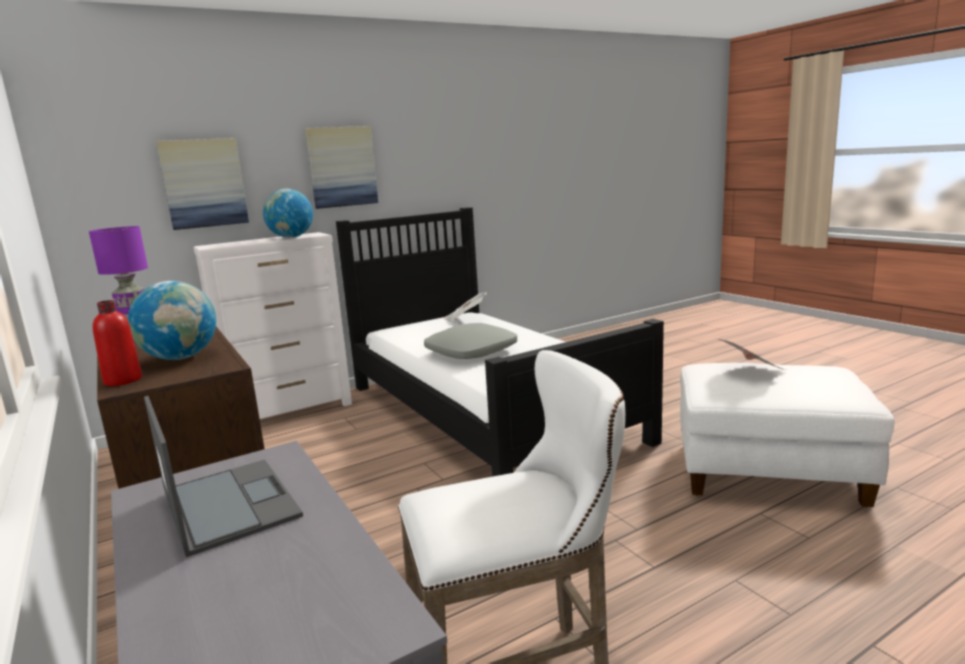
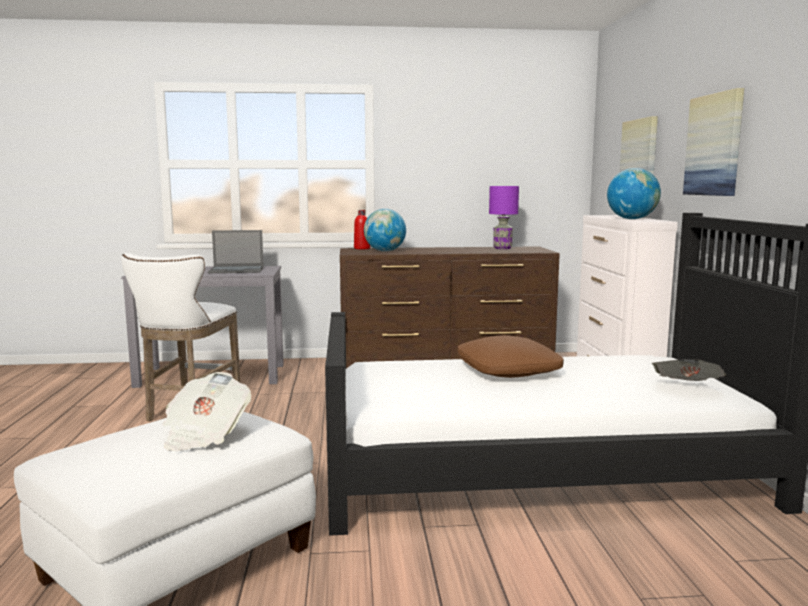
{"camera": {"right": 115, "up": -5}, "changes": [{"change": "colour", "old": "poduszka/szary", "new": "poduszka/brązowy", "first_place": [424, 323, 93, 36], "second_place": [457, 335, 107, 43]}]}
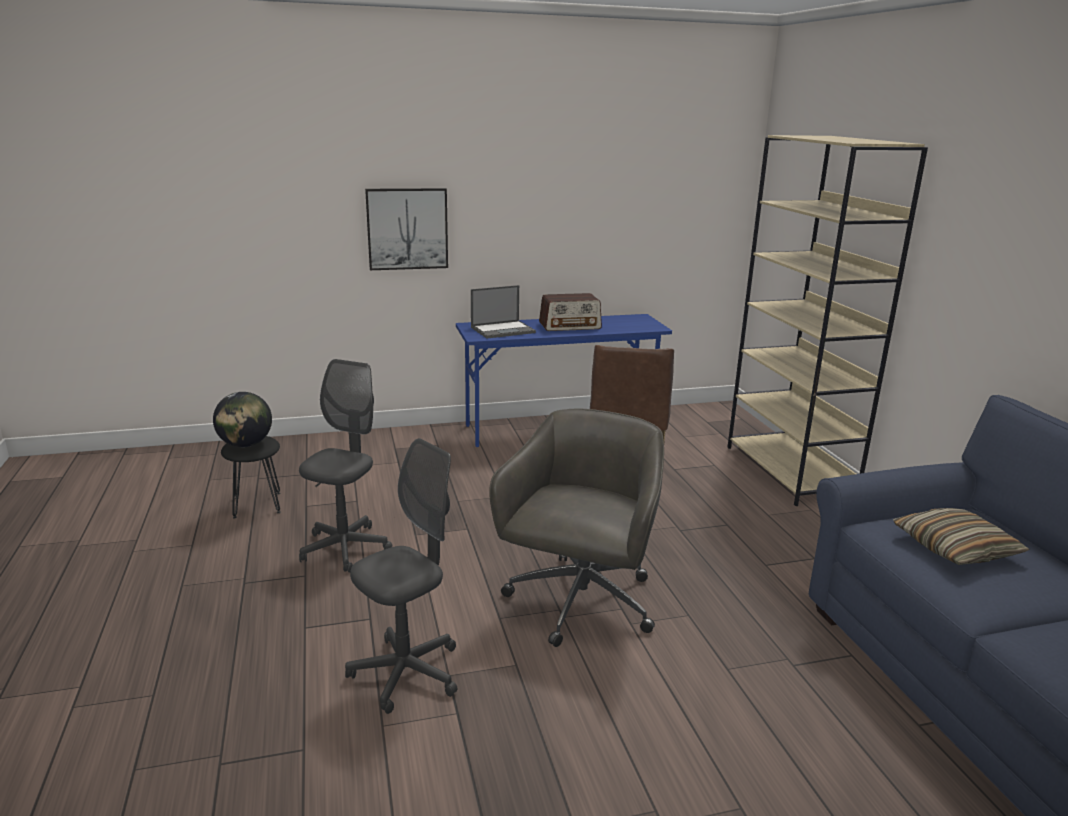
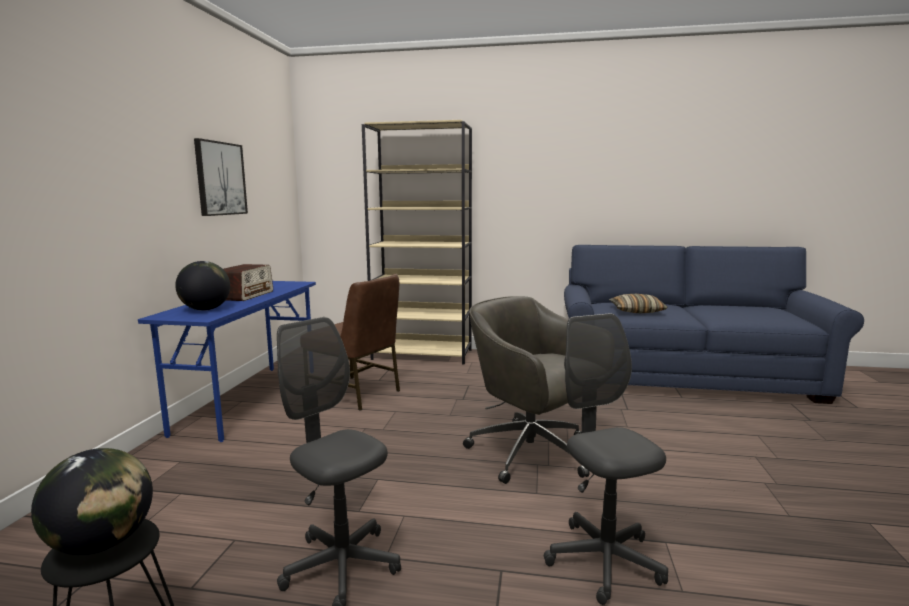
{"camera": {"right": -65, "up": -10}, "changes": [{"change": "relocated", "old": "obraz", "first_place": [365, 188, 83, 82], "second_place": [194, 138, 54, 78]}, {"change": "exchanged", "old": "laptop", "new": "globus", "first_place": [471, 285, 65, 54], "second_place": [175, 261, 55, 50]}]}
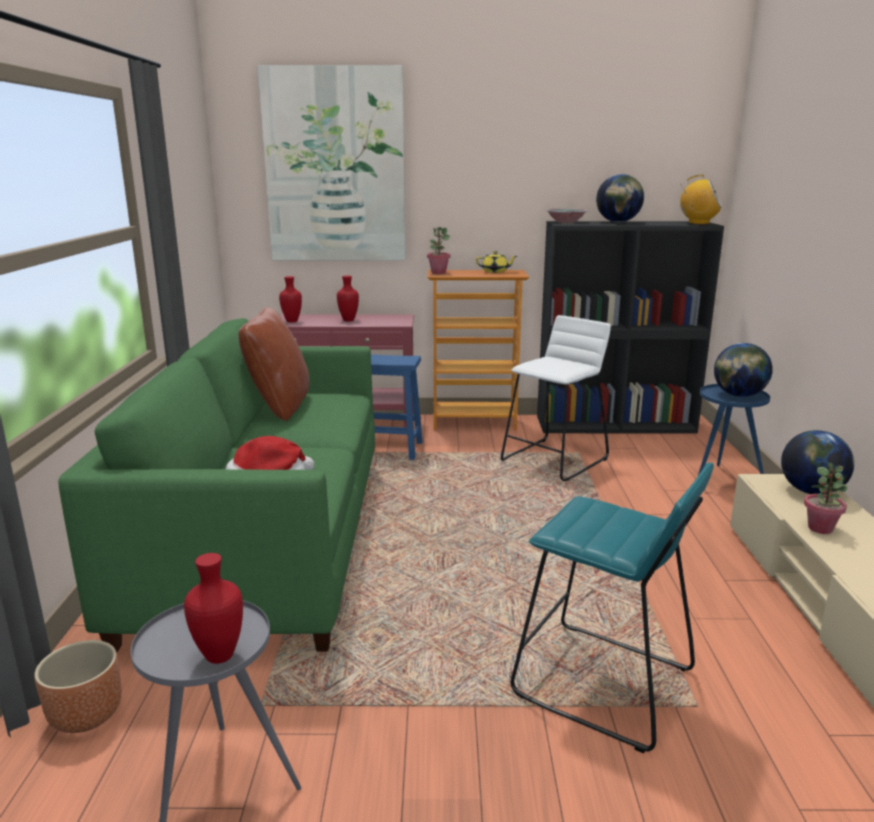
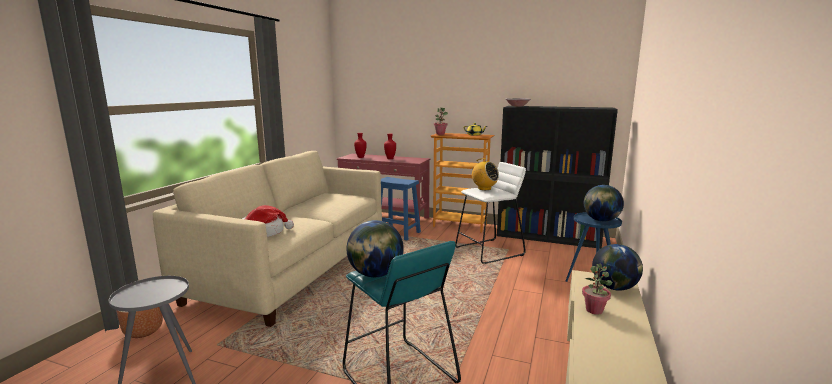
{"camera": {"right": 20, "up": -5}, "changes": [{"change": "missing", "old": "wazon/czerwony", "first_place": [184, 553, 59, 111]}, {"change": "missing", "old": "poduszka/brązowy", "first_place": [238, 307, 71, 114]}, {"change": "missing", "old": "obraz", "first_place": [258, 65, 148, 195]}, {"change": "relocated", "old": "globus", "first_place": [596, 174, 48, 48], "second_place": [347, 220, 57, 57]}, {"change": "relocated", "old": "radio", "first_place": [680, 175, 42, 49], "second_place": [472, 158, 27, 32]}, {"change": "colour", "old": "kanapa/zielony", "new": "kanapa/beżowy", "first_place": [58, 318, 317, 334], "second_place": [153, 151, 229, 176]}]}
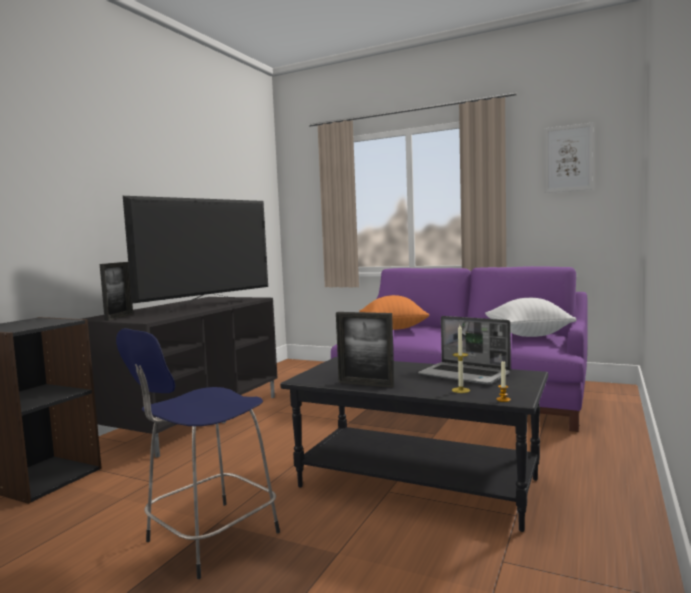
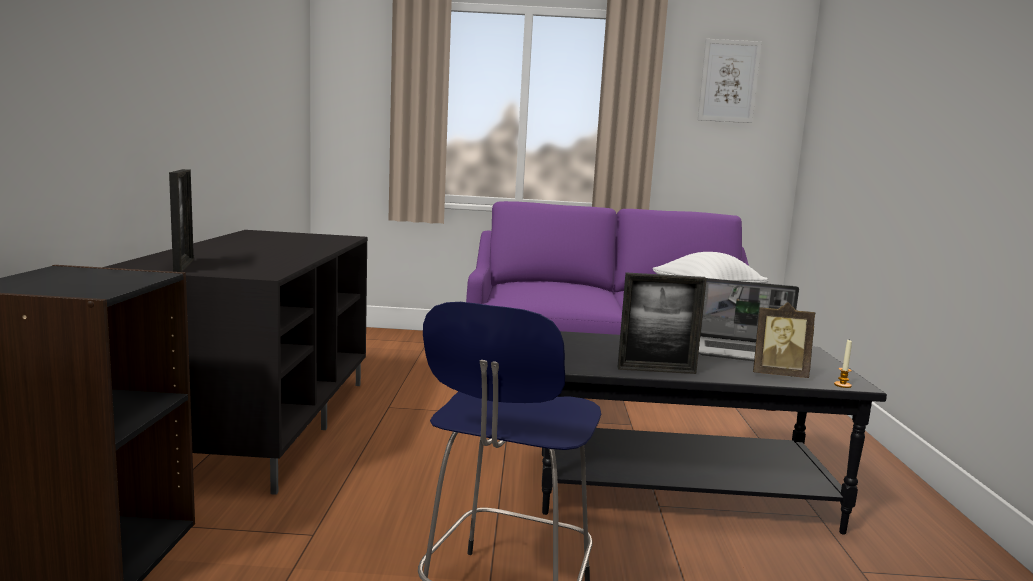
{"camera": {"right": -25, "up": 5}, "changes": [{"change": "missing", "old": "telewizor", "first_place": [123, 196, 145, 117]}, {"change": "missing", "old": "poduszka/pomarańczowy", "first_place": [359, 295, 70, 35]}, {"change": "exchanged", "old": "świeca", "new": "ramka na zdjęcie", "first_place": [452, 325, 18, 68], "second_place": [753, 302, 63, 76]}]}
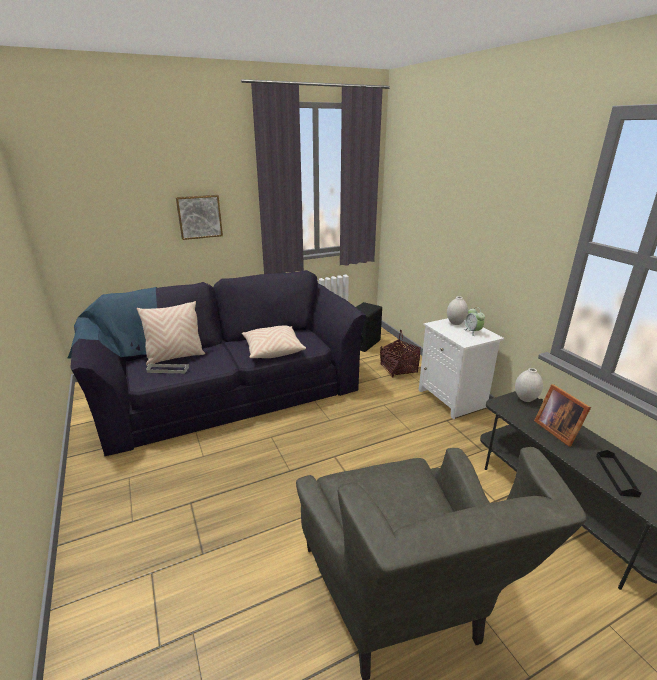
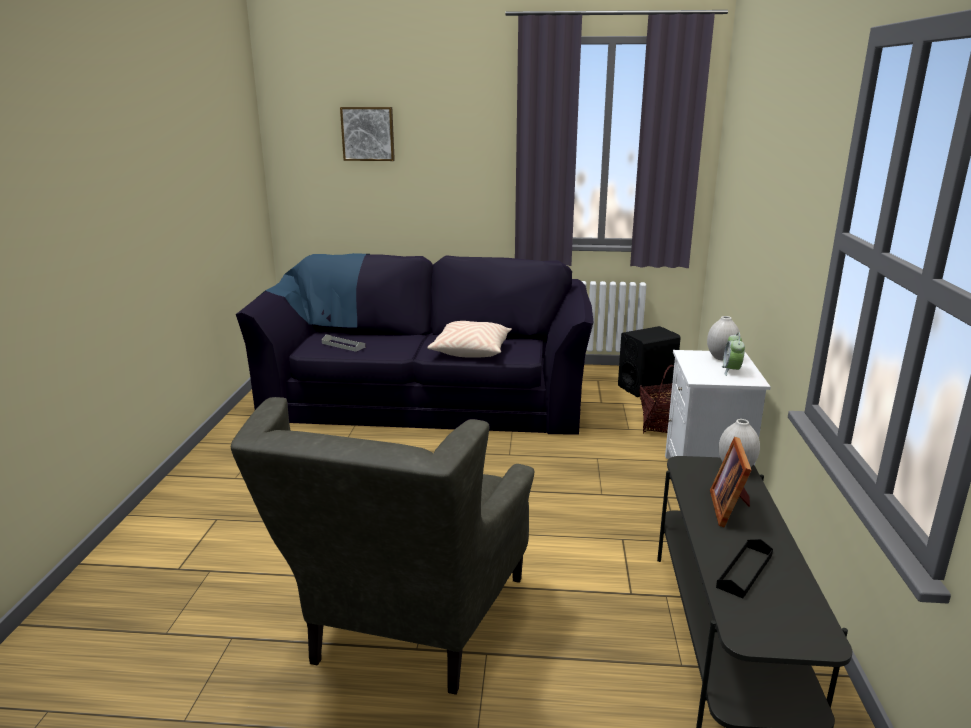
{"camera": {"right": 30, "up": -5}, "changes": [{"change": "missing", "old": "poduszka/beżowy", "first_place": [137, 301, 68, 65]}, {"change": "relocated", "old": "obraz", "first_place": [176, 195, 47, 45], "second_place": [340, 107, 55, 54]}]}
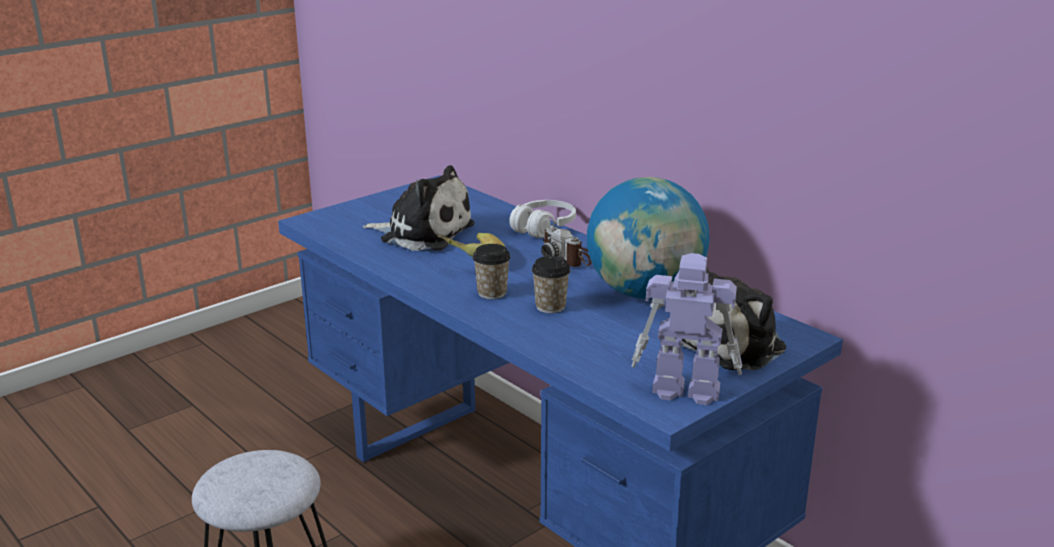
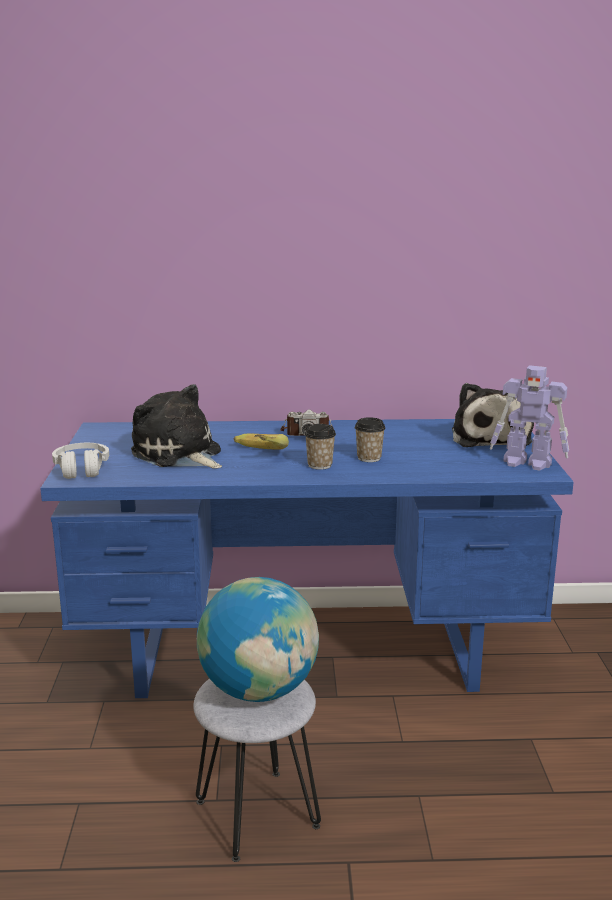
{"camera": {"right": -50, "up": -5}, "changes": [{"change": "relocated", "old": "słuchawki/biały", "first_place": [509, 200, 67, 38], "second_place": [52, 443, 57, 36]}, {"change": "relocated", "old": "globus", "first_place": [587, 177, 123, 122], "second_place": [197, 577, 122, 125]}, {"change": "spun", "old": "pluszak", "first_place": [363, 165, 111, 86], "second_place": [131, 384, 91, 84], "degrees": -105}, {"change": "spun", "old": "robot zabawkowy", "first_place": [632, 253, 110, 152], "second_place": [490, 365, 79, 105], "degrees": -120}]}
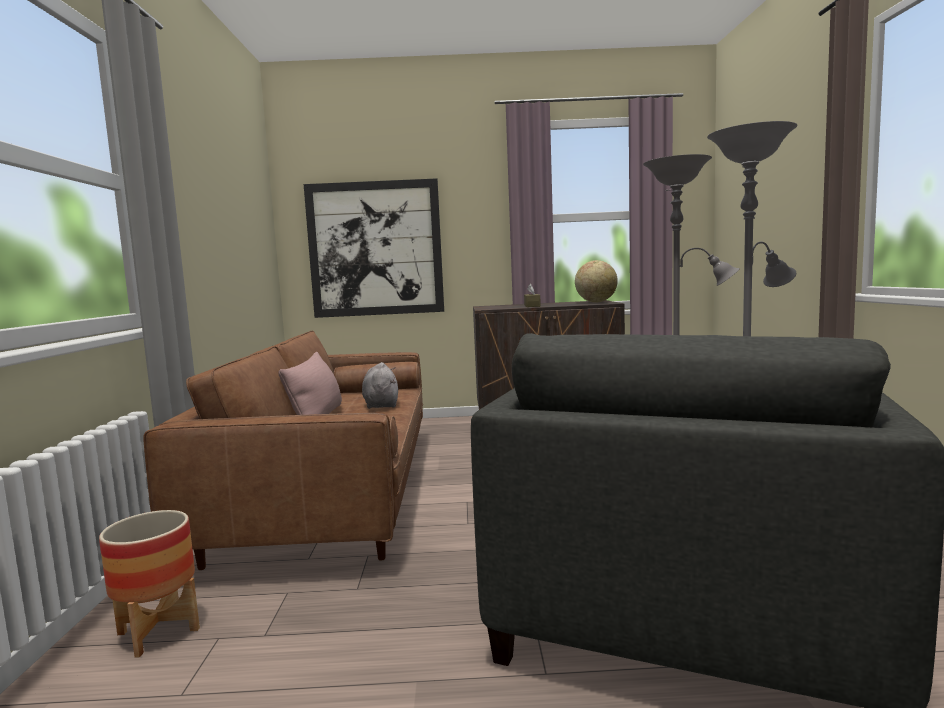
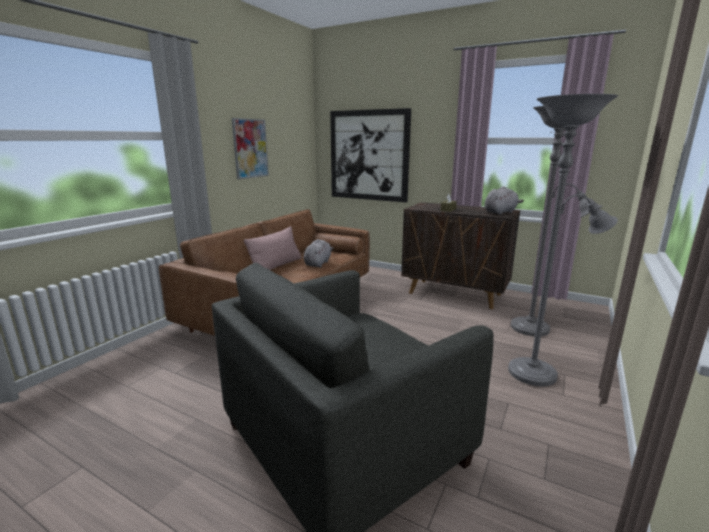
{"camera": {"right": 30, "up": 10}, "changes": [{"change": "missing", "old": "donica", "first_place": [99, 510, 101, 148]}, {"change": "appeared", "new": "obraz", "second_place": [232, 118, 37, 61]}, {"change": "exchanged", "old": "globus", "new": "pluszak/szary", "first_place": [575, 260, 43, 43], "second_place": [485, 186, 39, 29]}]}
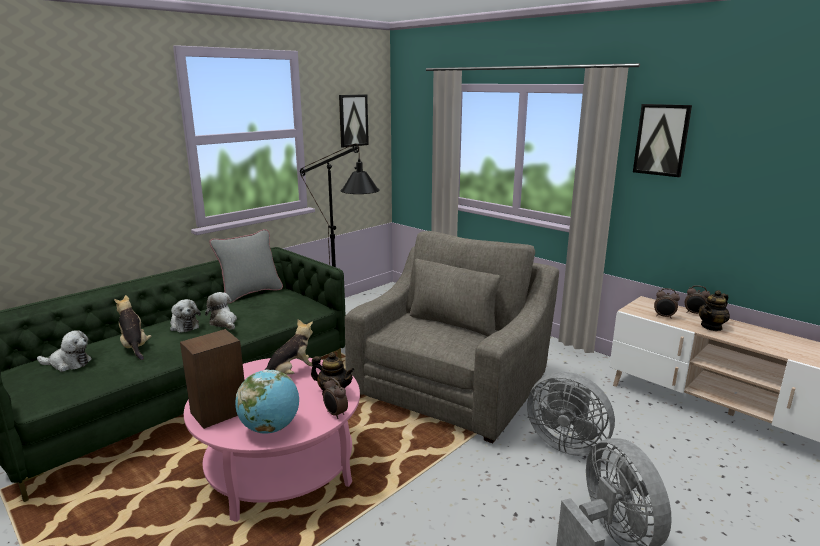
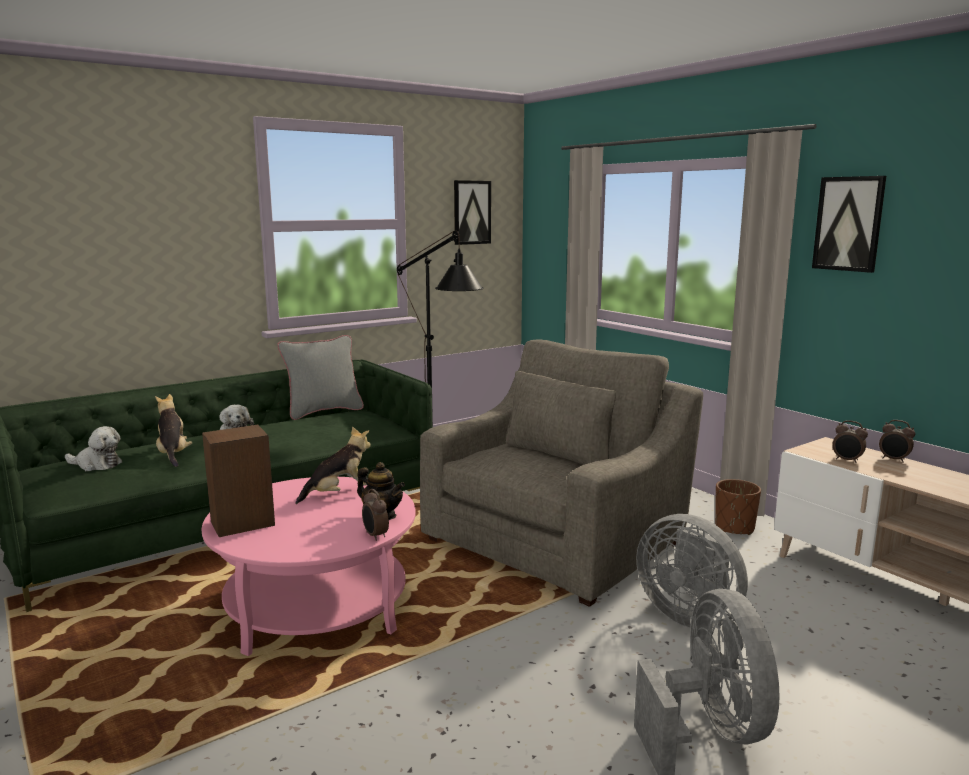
{"camera": {"right": 10, "up": -5}, "changes": [{"change": "missing", "old": "pluszak", "first_place": [205, 292, 32, 38]}, {"change": "missing", "old": "globus", "first_place": [235, 369, 64, 65]}, {"change": "missing", "old": "imbryk", "first_place": [699, 290, 31, 41]}, {"change": "appeared", "new": "donica/brązowy", "second_place": [715, 479, 46, 56]}]}
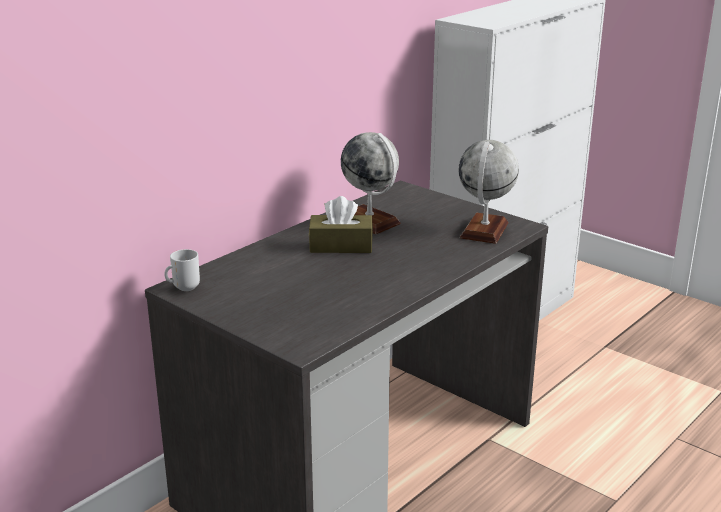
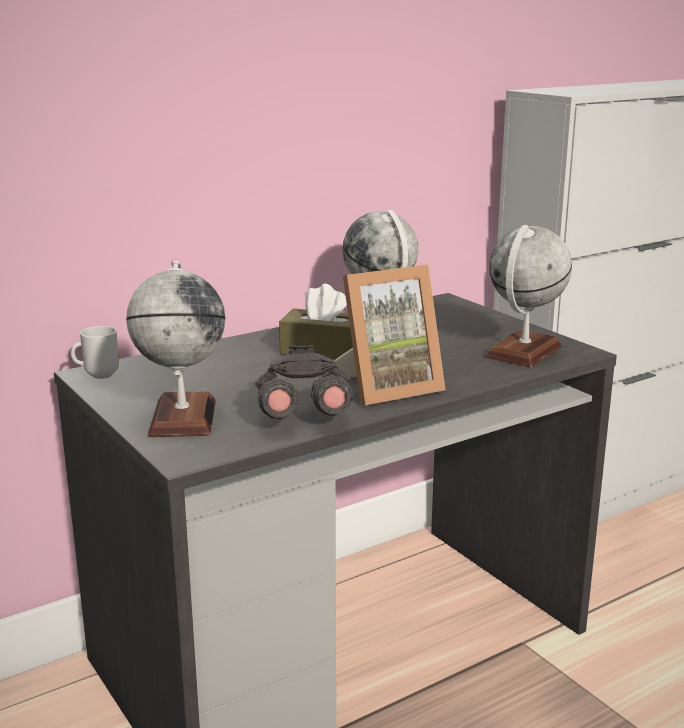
{"camera": {"right": 15, "up": -5}, "changes": [{"change": "appeared", "new": "globus", "second_place": [126, 261, 99, 176]}, {"change": "appeared", "new": "lornetka/szary", "second_place": [255, 345, 98, 74]}, {"change": "appeared", "new": "ramka na zdjęcie", "second_place": [334, 265, 111, 140]}]}
